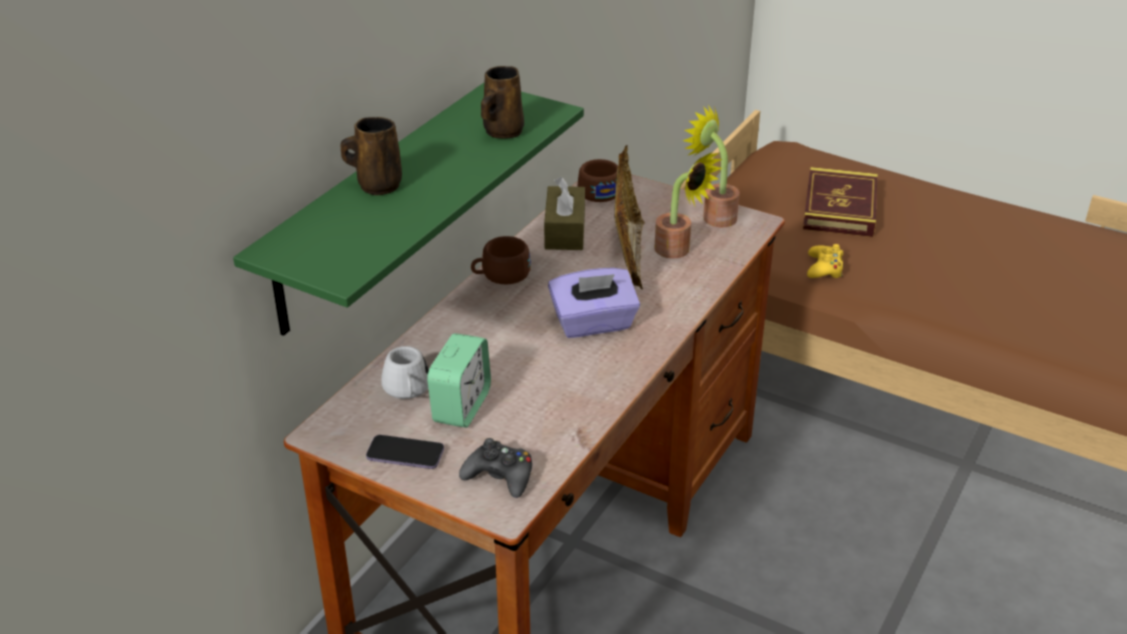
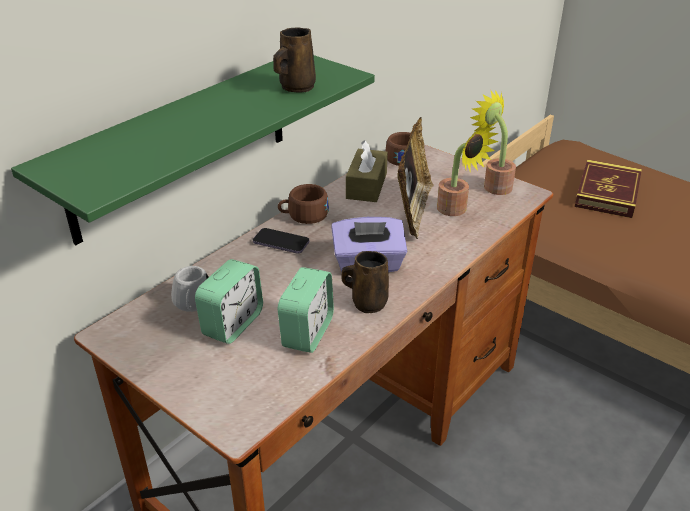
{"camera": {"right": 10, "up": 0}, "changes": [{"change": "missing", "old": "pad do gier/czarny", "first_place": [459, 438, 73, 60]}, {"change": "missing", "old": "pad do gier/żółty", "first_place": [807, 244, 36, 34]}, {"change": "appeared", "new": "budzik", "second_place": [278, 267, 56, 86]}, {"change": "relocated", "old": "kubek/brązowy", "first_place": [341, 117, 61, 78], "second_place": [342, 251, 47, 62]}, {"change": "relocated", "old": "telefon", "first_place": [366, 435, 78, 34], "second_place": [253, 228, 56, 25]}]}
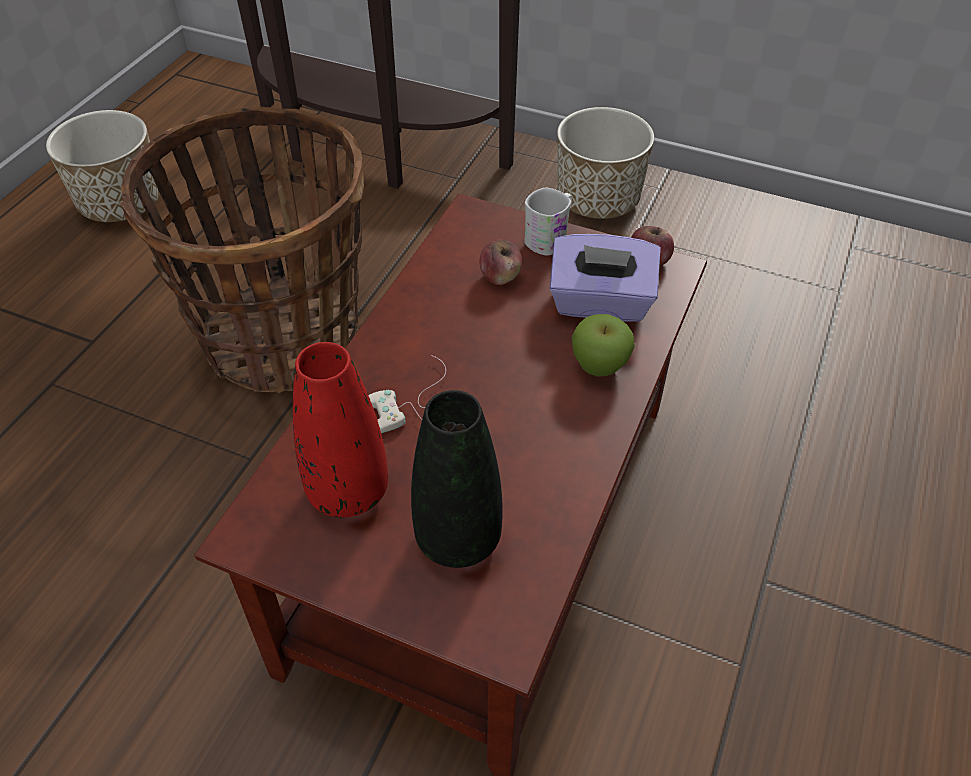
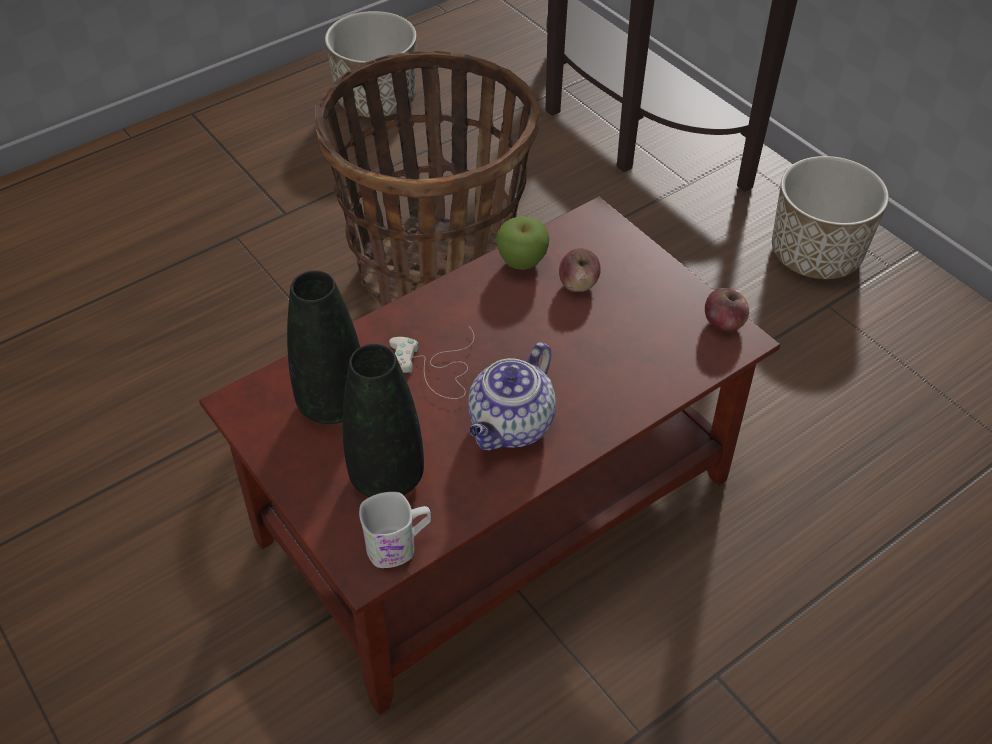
{"camera": {"right": 30, "up": 0}, "changes": [{"change": "missing", "old": "pudełko chusteczek/fioletowy", "first_place": [550, 234, 111, 88]}, {"change": "appeared", "new": "imbryk", "second_place": [468, 342, 88, 108]}, {"change": "relocated", "old": "kubek/biały", "first_place": [524, 188, 48, 68], "second_place": [359, 492, 72, 76]}, {"change": "relocated", "old": "jabłko", "first_place": [572, 314, 63, 62], "second_place": [496, 216, 54, 54]}, {"change": "colour", "old": "wazon/czerwony", "new": "wazon/czarny", "first_place": [293, 342, 95, 176], "second_place": [287, 270, 73, 154]}]}
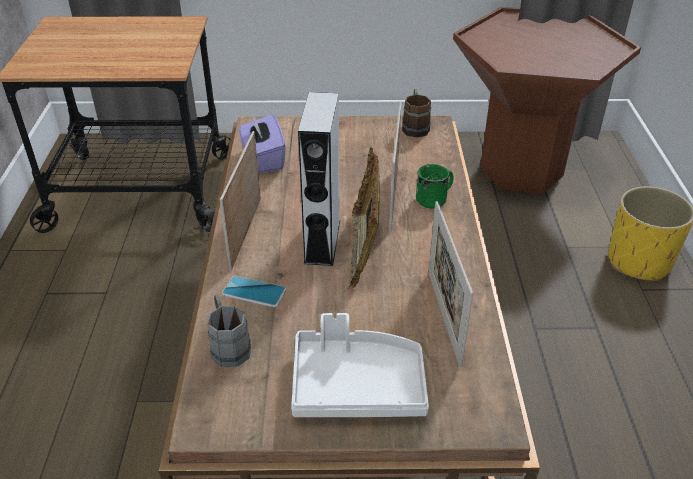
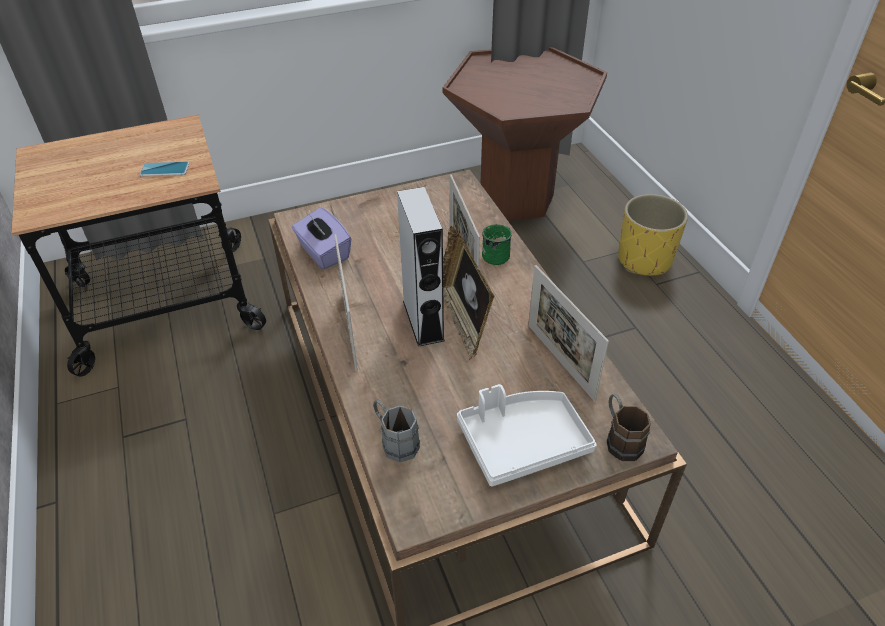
{"camera": {"right": -20, "up": 5}, "changes": [{"change": "relocated", "old": "telefon", "first_place": [222, 276, 64, 31], "second_place": [140, 161, 49, 16]}, {"change": "relocated", "old": "kubek/brązowy", "first_place": [402, 89, 29, 49], "second_place": [607, 394, 44, 67]}]}
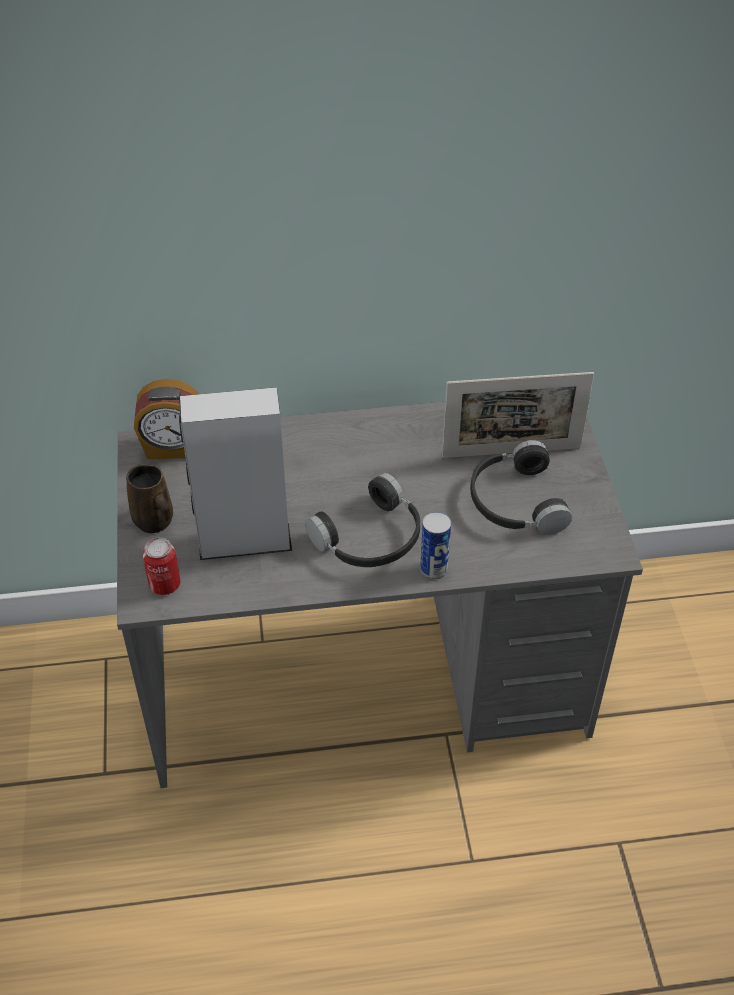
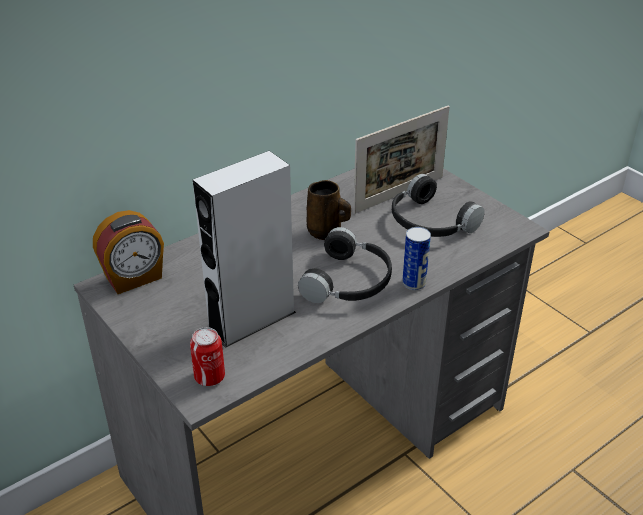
{"camera": {"right": -30, "up": -10}, "changes": [{"change": "relocated", "old": "kubek/brązowy", "first_place": [126, 464, 47, 69], "second_place": [307, 180, 44, 60]}]}
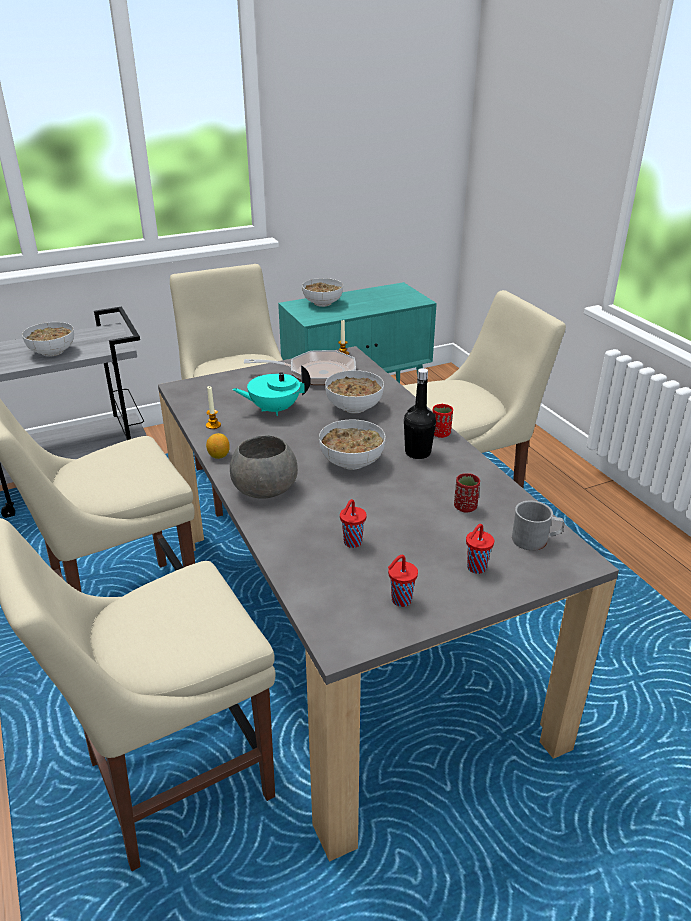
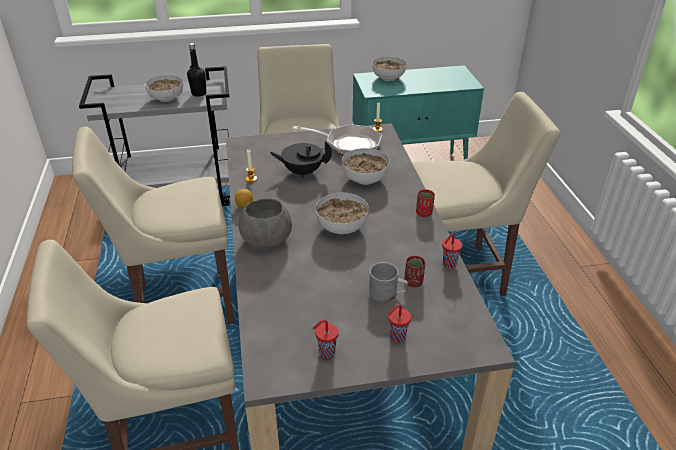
{"camera": {"right": 15, "up": 5}, "changes": [{"change": "relocated", "old": "filiżanka/czerwony", "first_place": [340, 499, 27, 49], "second_place": [442, 233, 20, 35]}, {"change": "relocated", "old": "butelka/czarny", "first_place": [404, 368, 32, 91], "second_place": [187, 43, 19, 54]}, {"change": "relocated", "old": "kubek/szary", "first_place": [512, 501, 53, 50], "second_place": [369, 262, 39, 40]}, {"change": "colour", "old": "imbryk/turkusowy", "new": "imbryk/czarny", "first_place": [232, 365, 79, 51], "second_place": [270, 141, 62, 37]}]}
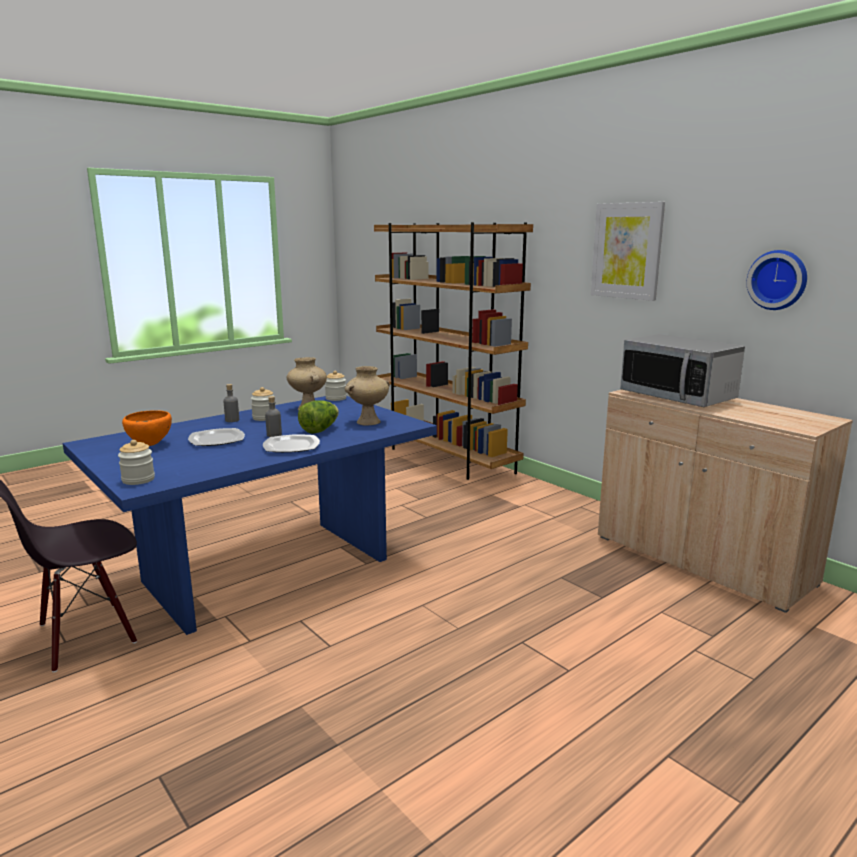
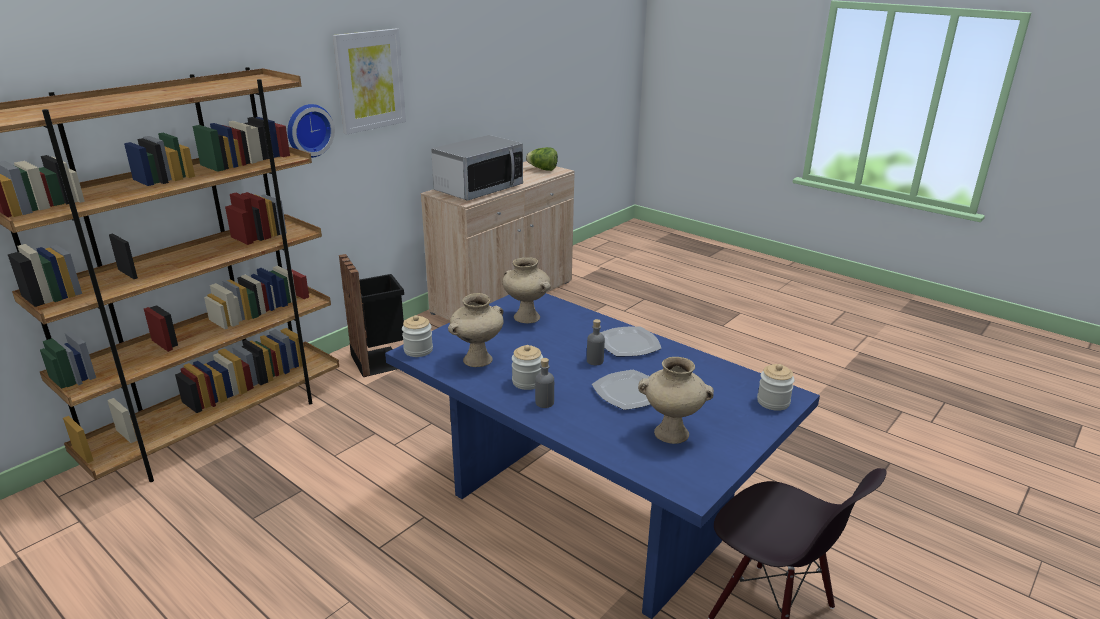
{"camera": {"right": -100, "up": 10}, "changes": [{"change": "appeared", "new": "kosz na śmieci/czarny", "second_place": [339, 254, 65, 123]}, {"change": "relocated", "old": "sałata", "first_place": [298, 400, 41, 34], "second_place": [526, 147, 32, 24]}, {"change": "relocated", "old": "zegar ścienny", "first_place": [747, 250, 60, 60], "second_place": [287, 104, 48, 54]}, {"change": "exchanged", "old": "miska/pomarańczowy", "new": "wazon/beżowy", "first_place": [122, 410, 50, 36], "second_place": [638, 357, 76, 87]}]}
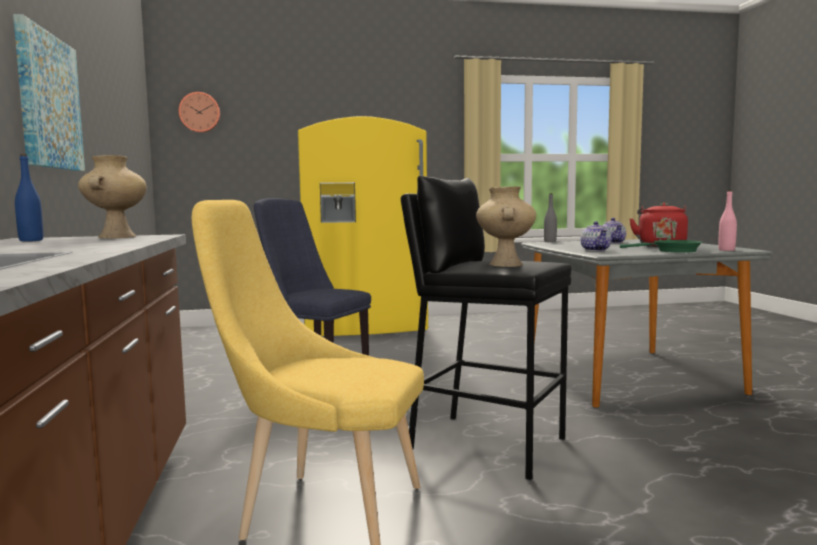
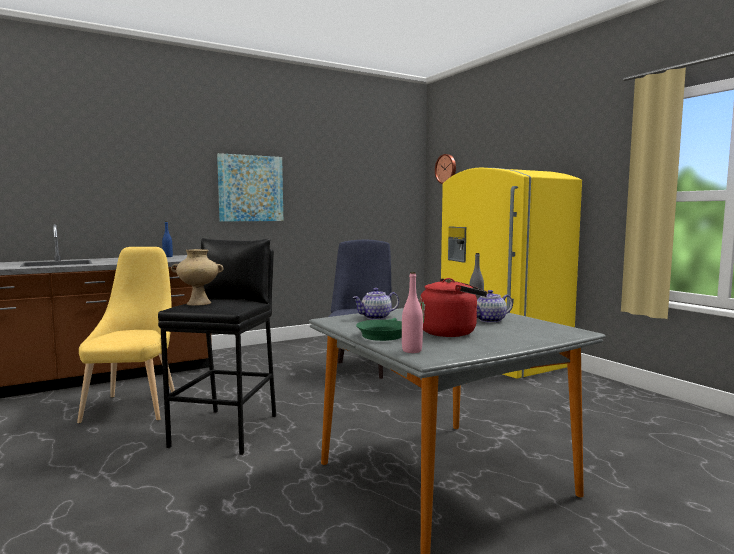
{"camera": {"right": 70, "up": 0}, "changes": [{"change": "missing", "old": "wazon/beżowy", "first_place": [78, 155, 69, 84]}]}
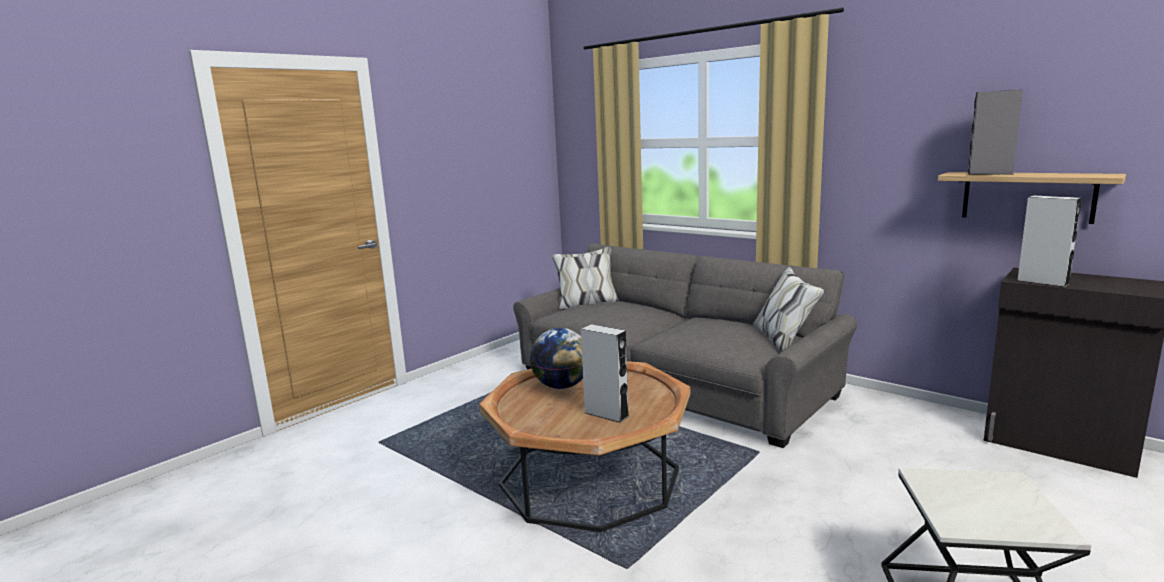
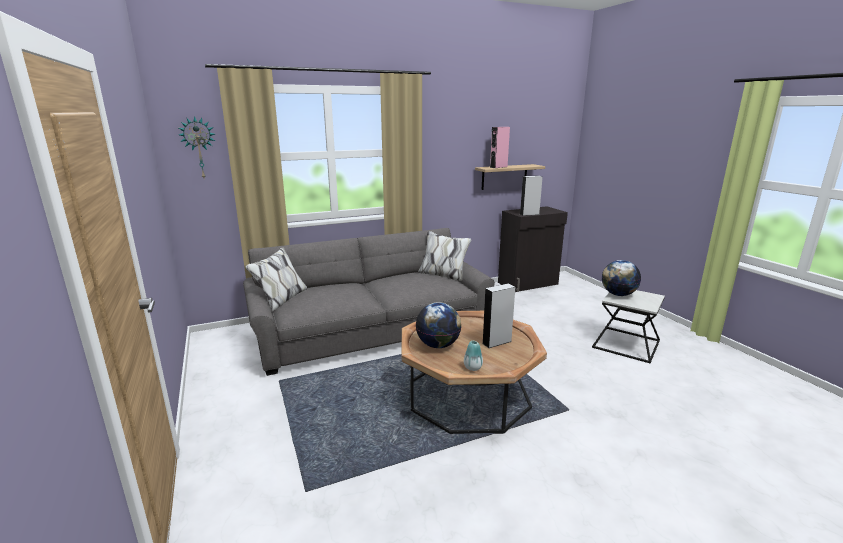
{"camera": {"right": -65, "up": 5}, "changes": [{"change": "appeared", "new": "zegar ścienny", "second_place": [179, 116, 36, 62]}, {"change": "appeared", "new": "wazon", "second_place": [464, 341, 19, 30]}, {"change": "appeared", "new": "globus", "second_place": [602, 260, 39, 36]}, {"change": "colour", "old": "głośnik/szary", "new": "głośnik/różowy", "first_place": [967, 90, 56, 85], "second_place": [490, 127, 20, 41]}]}
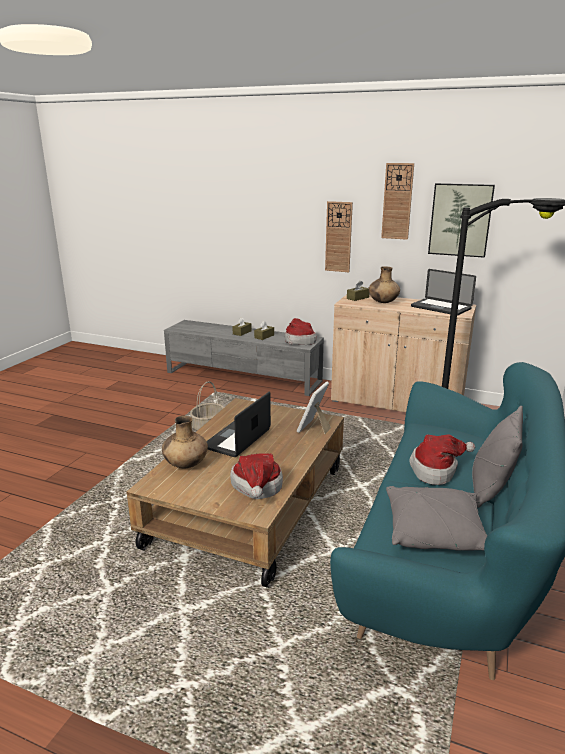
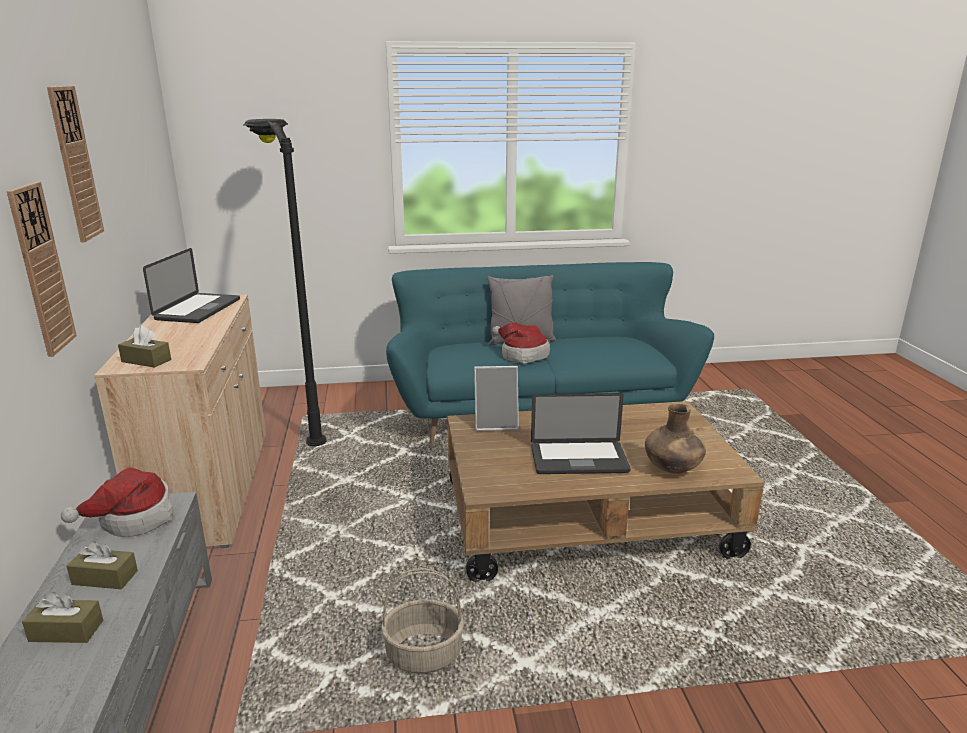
{"camera": {"right": -120, "up": 0}, "changes": [{"change": "missing", "old": "kapelusz", "first_place": [230, 453, 53, 46]}, {"change": "missing", "old": "wazon/brązowy", "first_place": [369, 266, 31, 37]}, {"change": "missing", "old": "poduszka/szary", "first_place": [386, 486, 101, 65]}, {"change": "missing", "old": "obraz", "first_place": [428, 183, 67, 75]}]}
